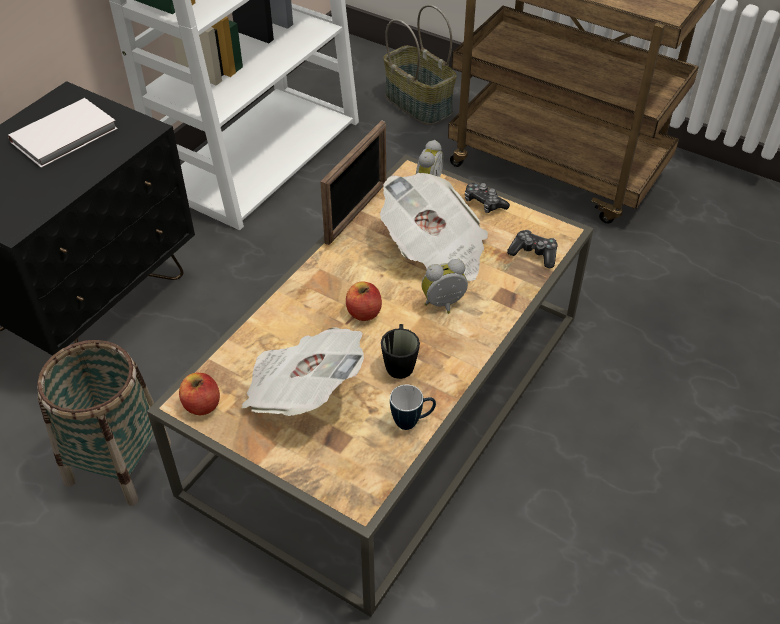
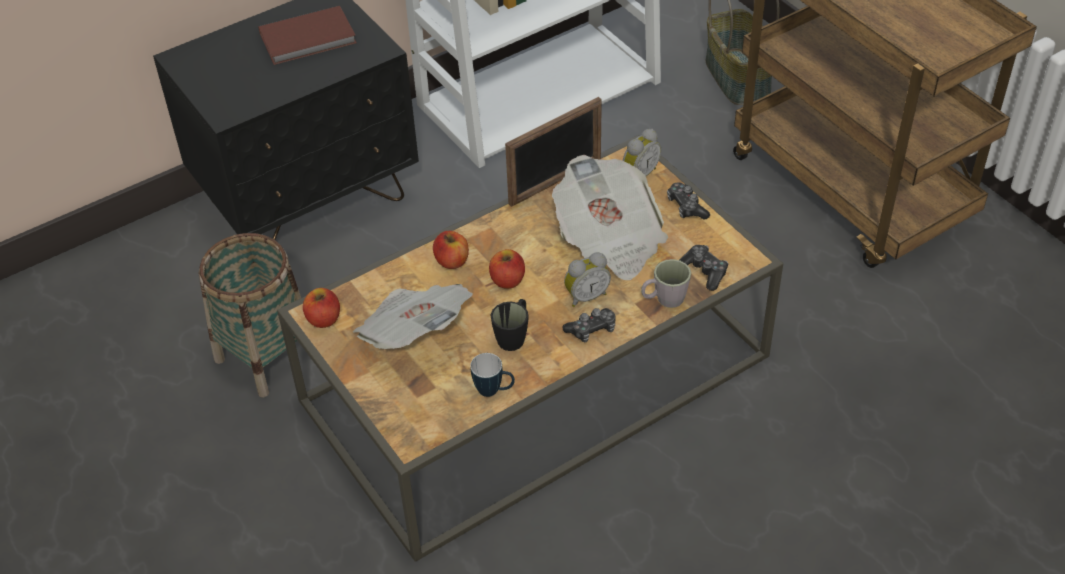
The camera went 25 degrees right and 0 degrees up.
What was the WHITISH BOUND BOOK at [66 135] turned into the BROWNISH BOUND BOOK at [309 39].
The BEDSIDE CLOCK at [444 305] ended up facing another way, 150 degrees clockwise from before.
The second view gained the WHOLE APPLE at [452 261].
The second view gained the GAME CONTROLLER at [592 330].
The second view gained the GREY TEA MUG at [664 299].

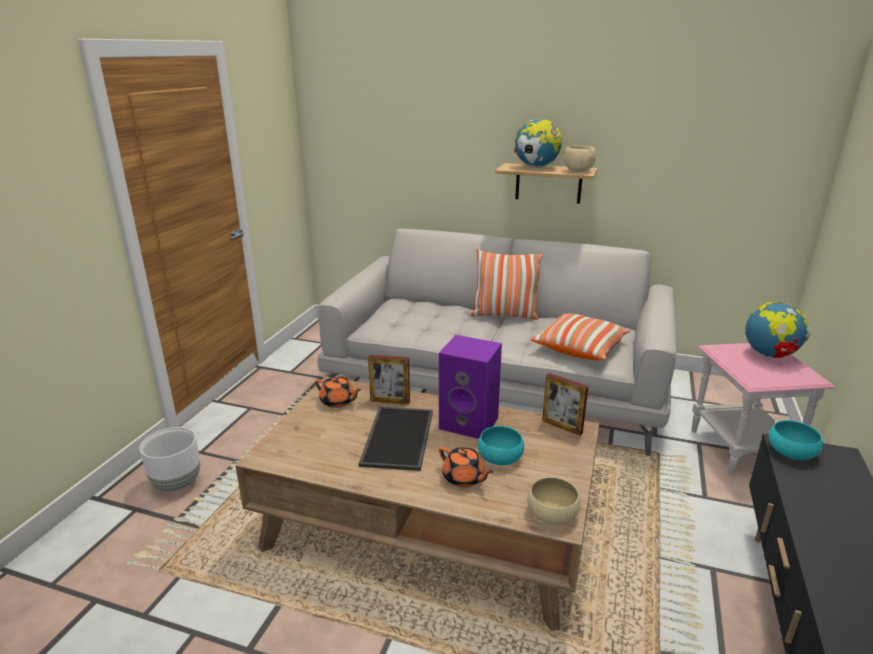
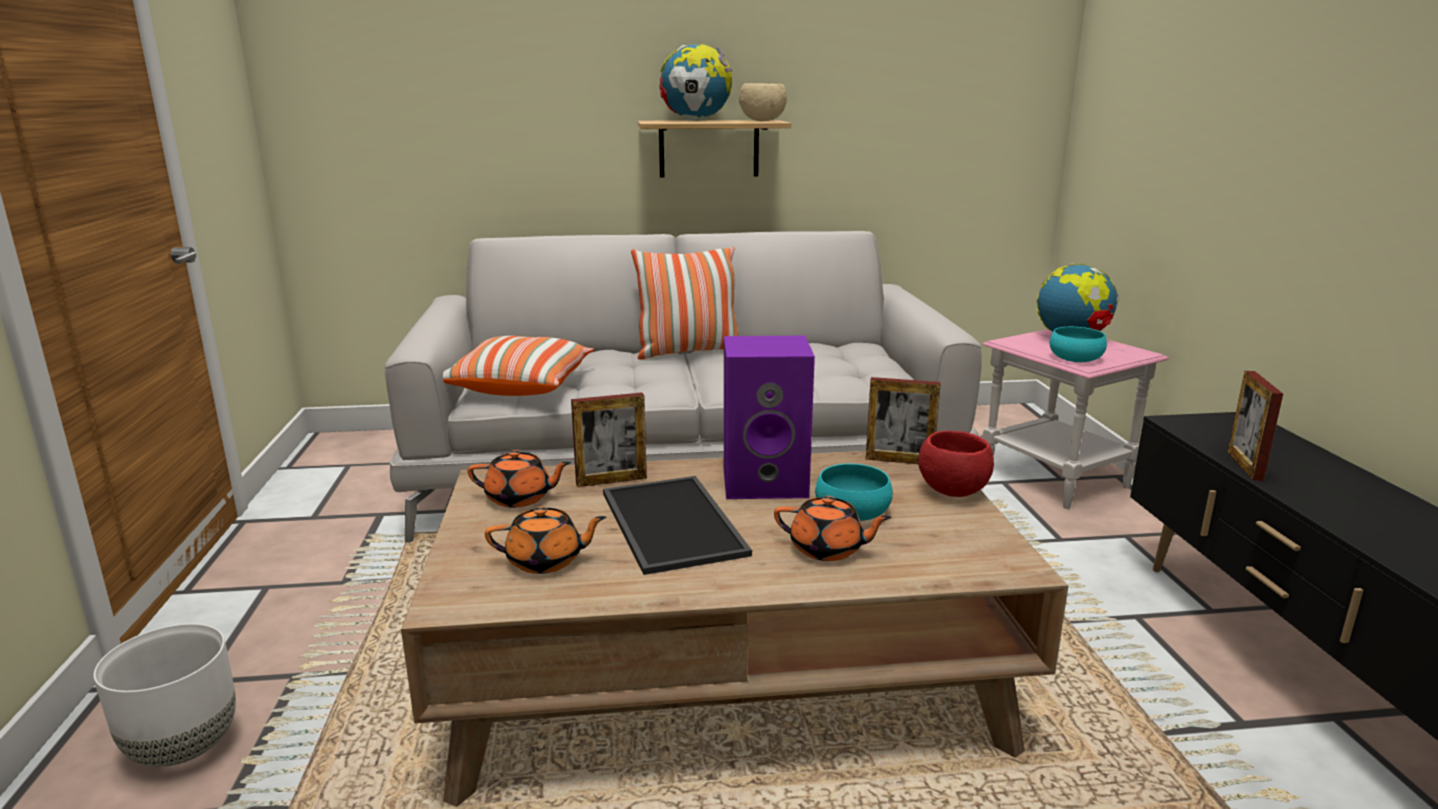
The camera went 25 degrees left and 5 degrees down.
The second view lost the SAND-COLOURED SERVING BOWL at [552 513].
The THROW PILLOW ended up elsewhere, having gone from [580 348] to [520 385].
The TURQUOISE-COLOURED SERVING BOWL ended up elsewhere, having gone from [791 451] to [1075 358].
The second view gained the ORANGE-COLOURED POT FOR TEA at [546 561].
The second view gained the RED-COLOURED SERVING BOWL at [953 491].
The second view gained the STANDING FRAME at [1244 466].

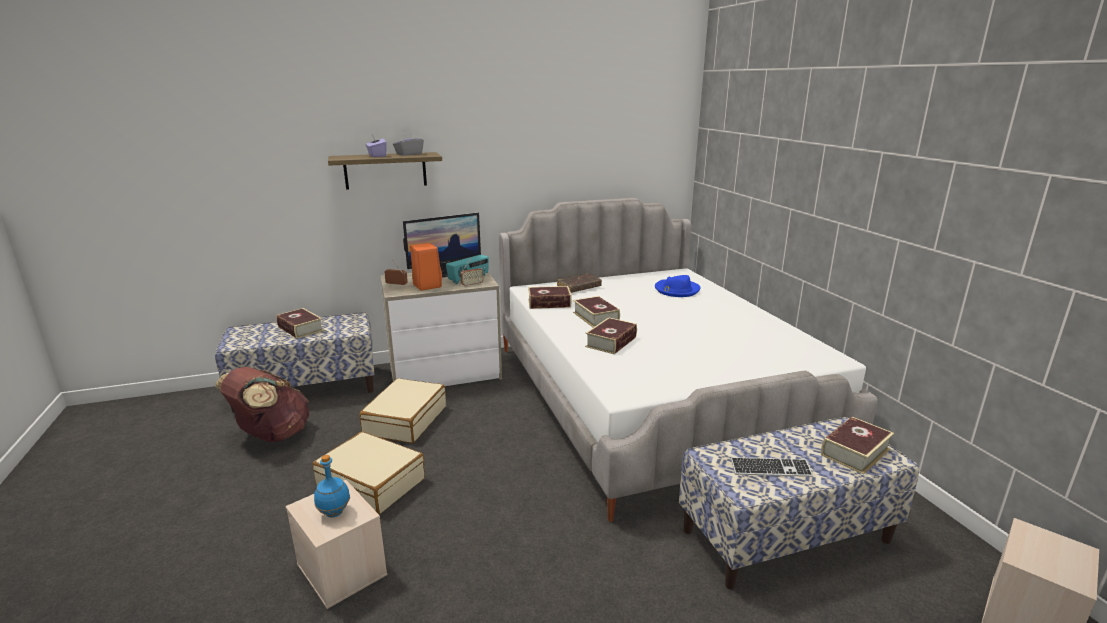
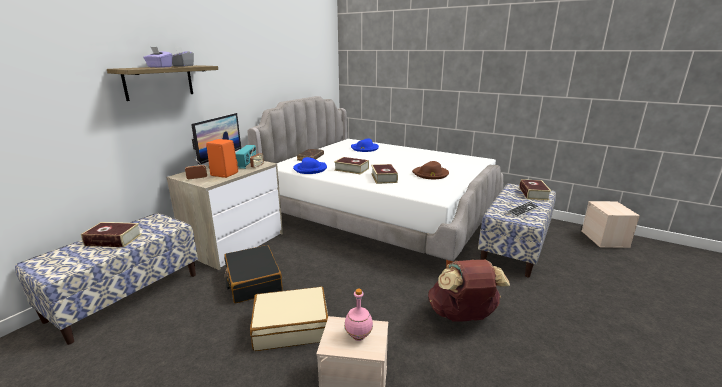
The camera went 40 degrees left and 0 degrees up.
The BROWNISH RUCKSACK ended up elsewhere, having gone from [272 435] to [462 316].
What was the BLUISH BEVERAGE BOTTLE at [334 513] turned into the PINKISH BEVERAGE BOTTLE at [358 337].
What was the SAND-COLOURED PIECE OF LUGGAGE at [405 420] turned into the BLACKISH PIECE OF LUGGAGE at [253 281].
Where the BOUND BOOK stood at [549 303], the BLUISH HAT came to stand at [310 169].
The second view gained the BROWNISH HAT at [430 174].

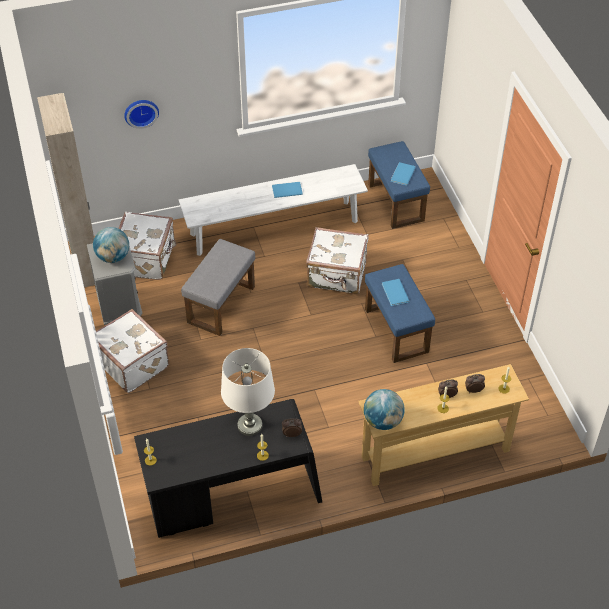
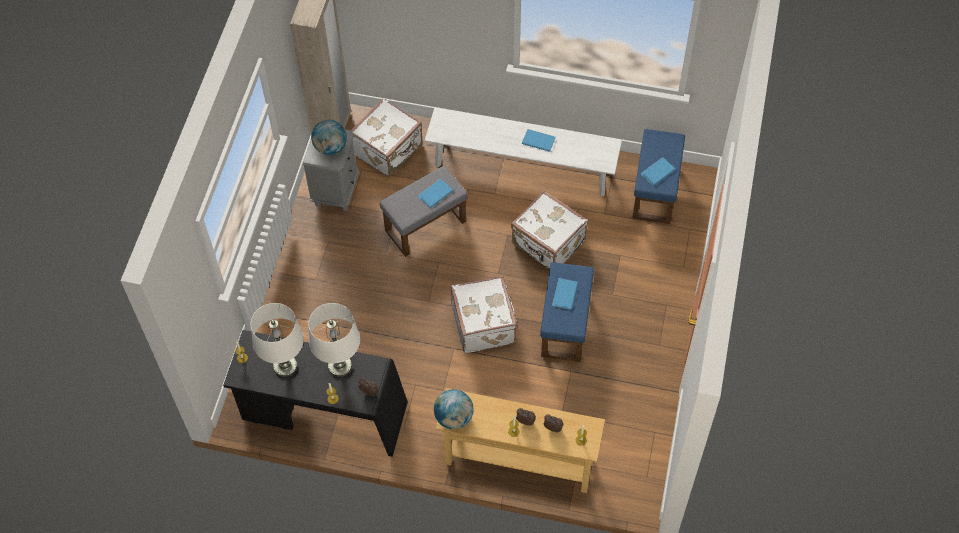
The camera went 30 degrees right and 10 degrees up.
The WHITISH PIECE OF LUGGAGE ended up elsewhere, having gone from [133 363] to [484 324].
The second view lost the WALL CLOCK at [141 112].
The second view gained the WHITISH LAMP FOR A TABLE at [285 366].
The second view gained the BLUISH BOUND BOOK at [434 194].

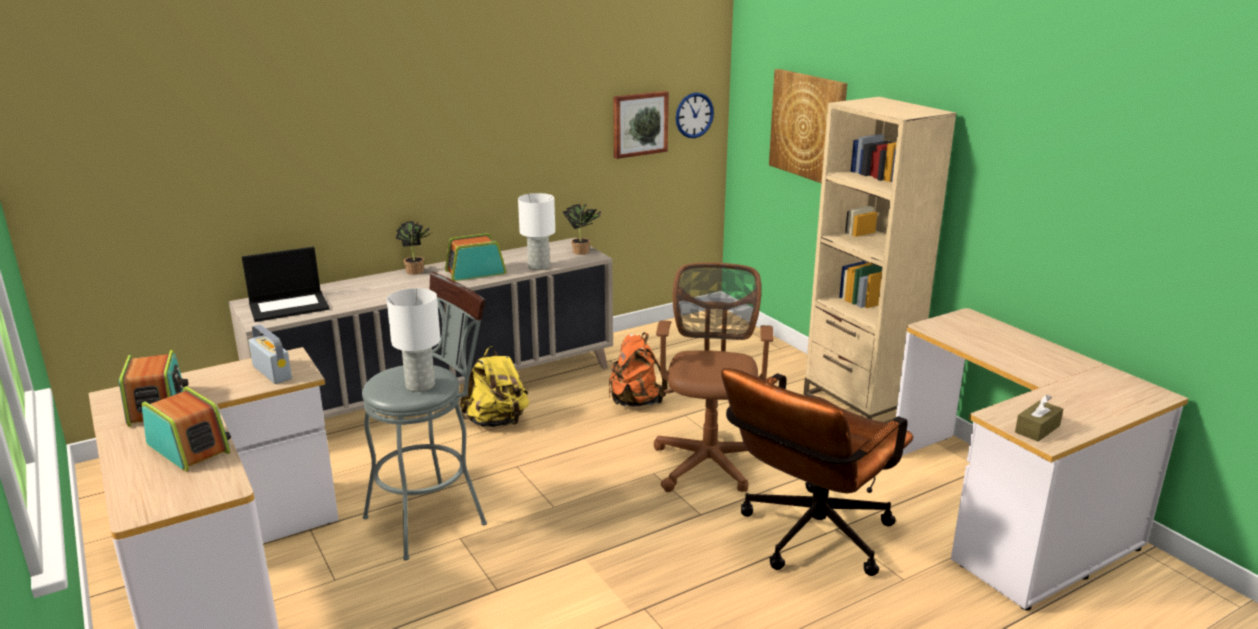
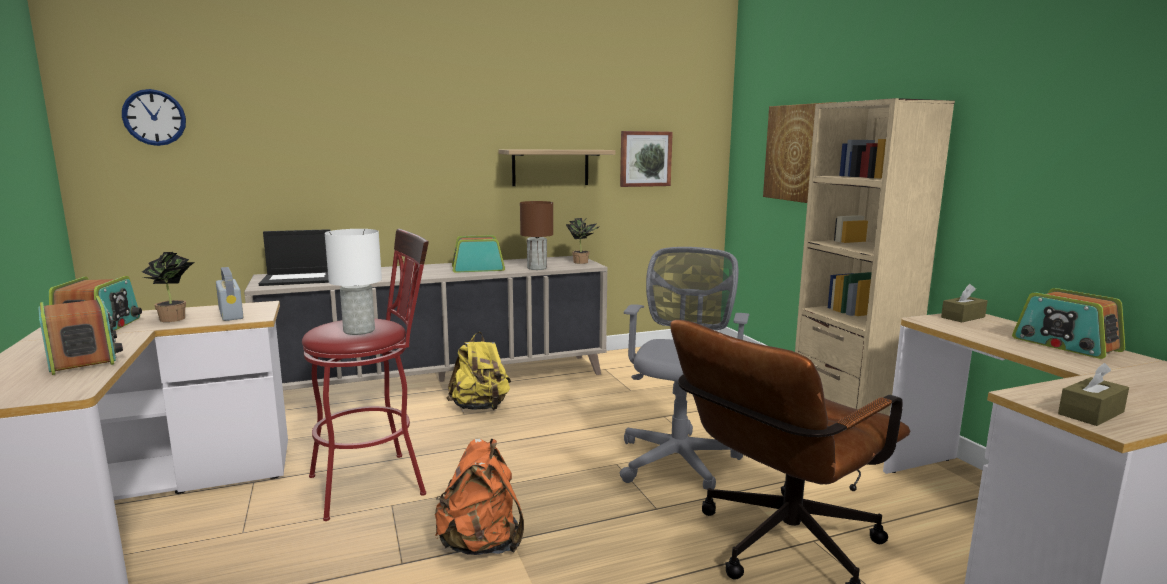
The camera went 10 degrees right and 10 degrees down.
What was the GREY STOOL at [434 516] turned into the RED-COLOURED STOOL at [377 482].
The POTTED PLANT ended up elsewhere, having gone from [417 271] to [175 319].
What was the WHITISH LAMP FOR A TABLE at [539 266] turned into the BROWNISH LAMP FOR A TABLE at [537 268].
The ORANGE-COLOURED RUCKSACK ended up elsewhere, having gone from [635 402] to [481 544].
What was the BROWNISH COMPUTER CHAIR at [709 460] turned into the GREY COMPUTER CHAIR at [679 457].
The WALL CLOCK ended up elsewhere, having gone from [694 115] to [154 117].
The second view gained the SHELF at [550 167].
The second view gained the BROWNISH TISSUE BOX at [963 317].
The second view gained the RADIO SET at [1065 345].

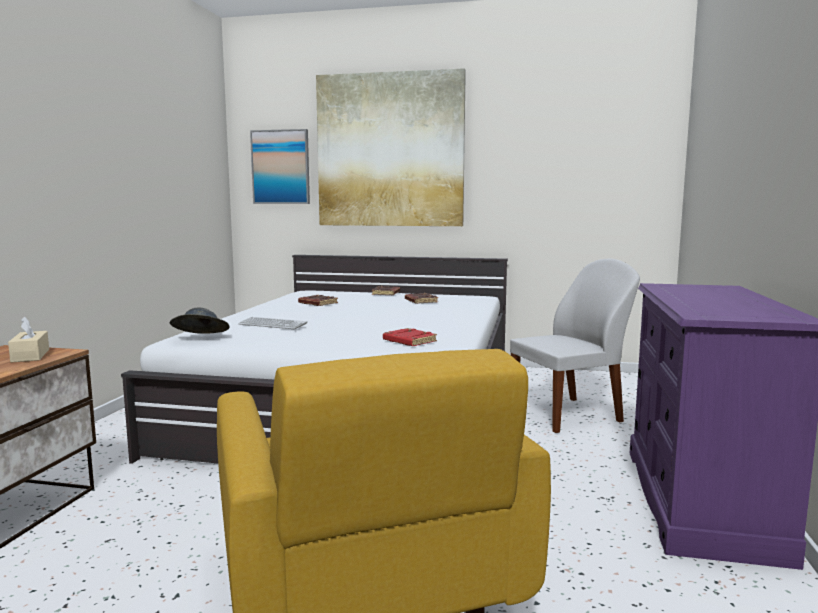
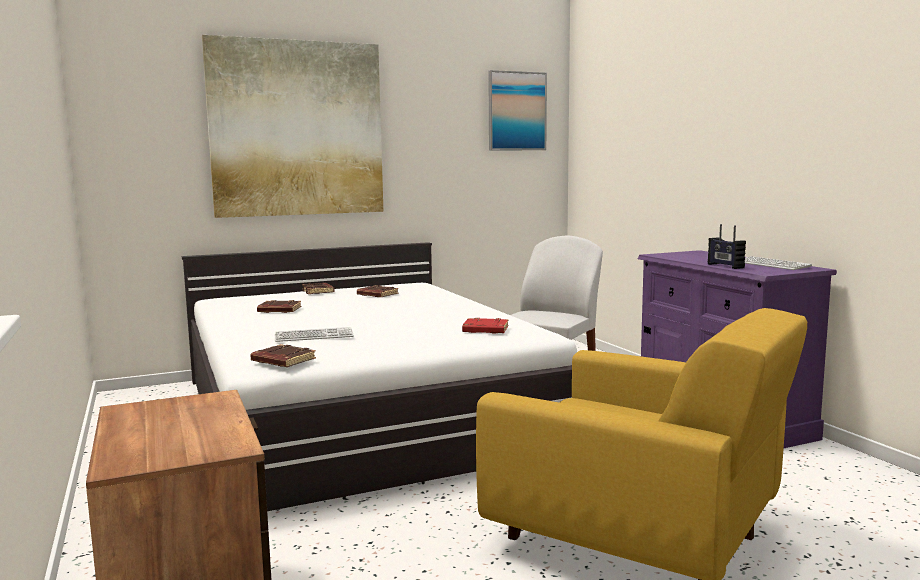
The camera went 35 degrees left and 0 degrees up.
The second view lost the SAND-COLOURED TISSUE BOX at [30 356].
Where the GREY HAT stood at [200 338], the BROWNISH BOUND BOOK came to stand at [282 361].
The WALL ART ended up elsewhere, having gone from [281 167] to [516 111].
The second view gained the RADIO SET at [725 266].
The second view gained the PC KEYBOARD at [772 265].

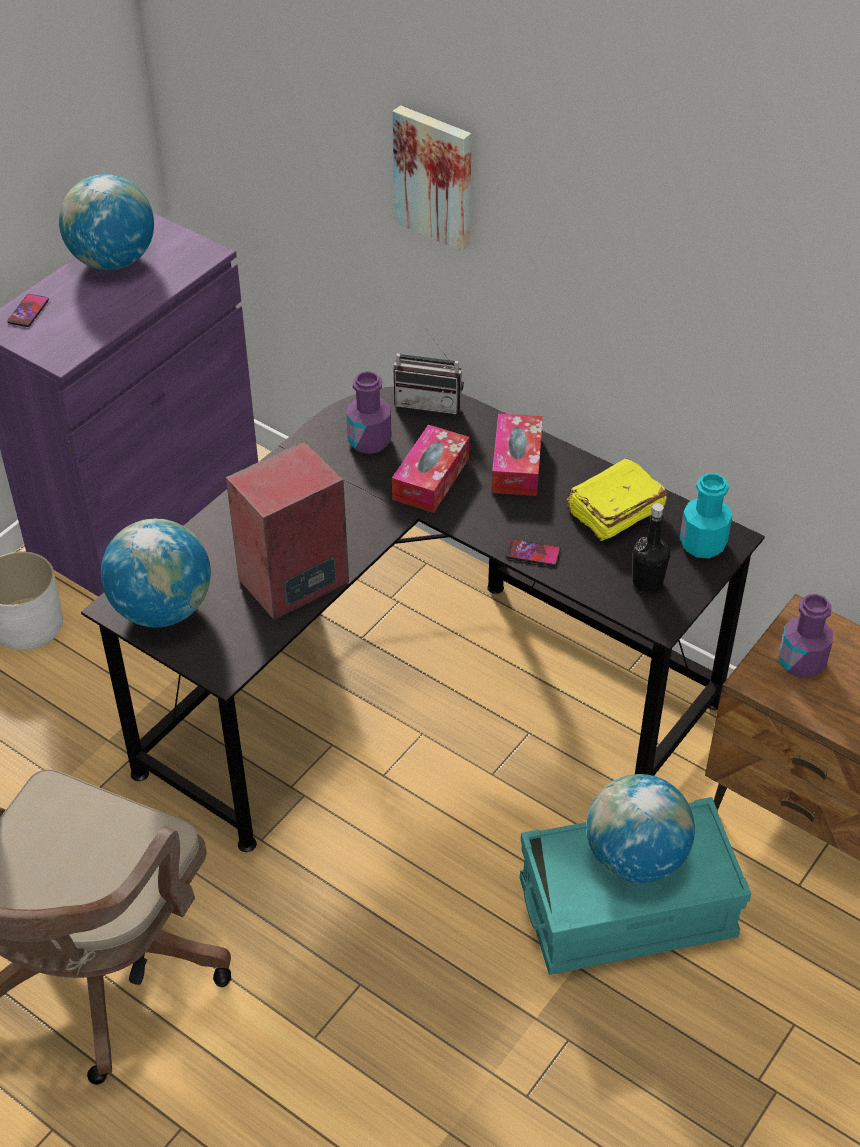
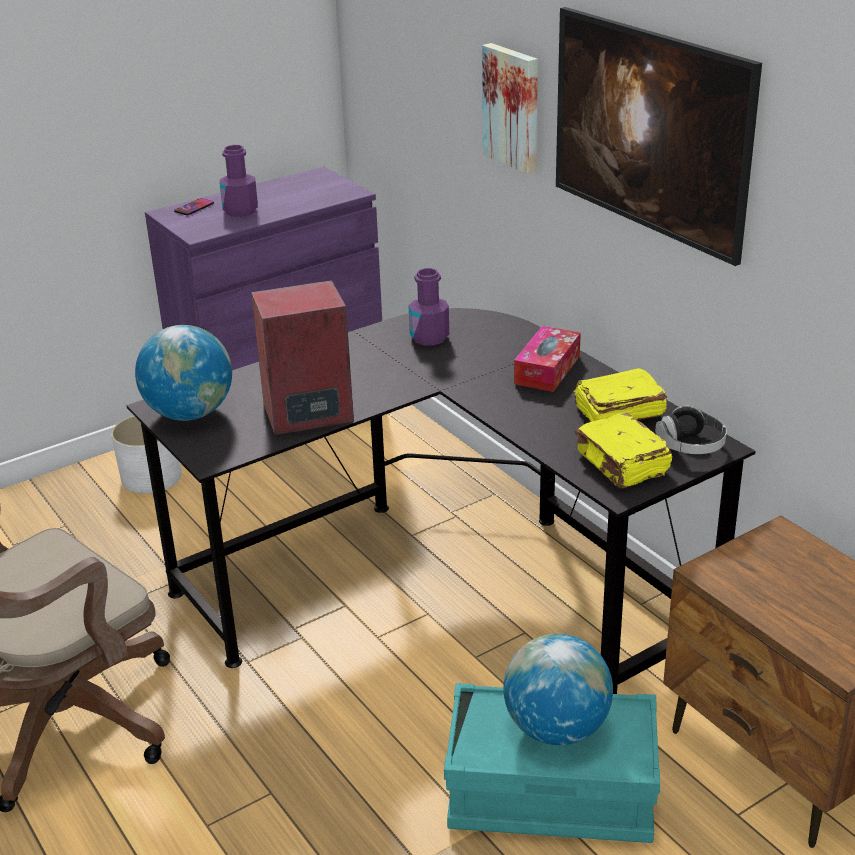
The camera went 20 degrees right and 15 degrees down.
The second view lost the WORLD GLOBE at [113 261].
The second view lost the TISSUE BOX at [431 479].
The second view lost the RADIO SET at [430 402].
The second view lost the HANDSET at [533 553].
Where the BLACKISH BEVERAGE BOTTLE stood at [647 582], the YELLOWISH BOUND BOOK came to stand at [622 464].
Where the TURQUOISE-COLOURED BEVERAGE BOTTLE stood at [702 544], the PAIR OF HEADPHONES came to stand at [690 446].
The PURPLE BEVERAGE BOTTLE ended up elsewhere, having gone from [801 662] to [240 211].
The second view gained the WALL ART at [647 177].

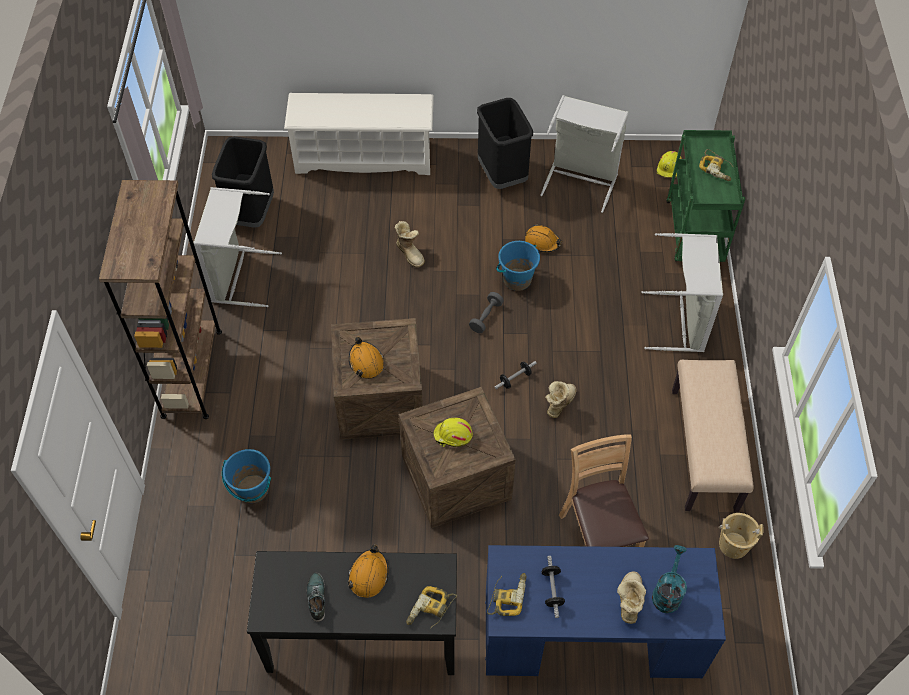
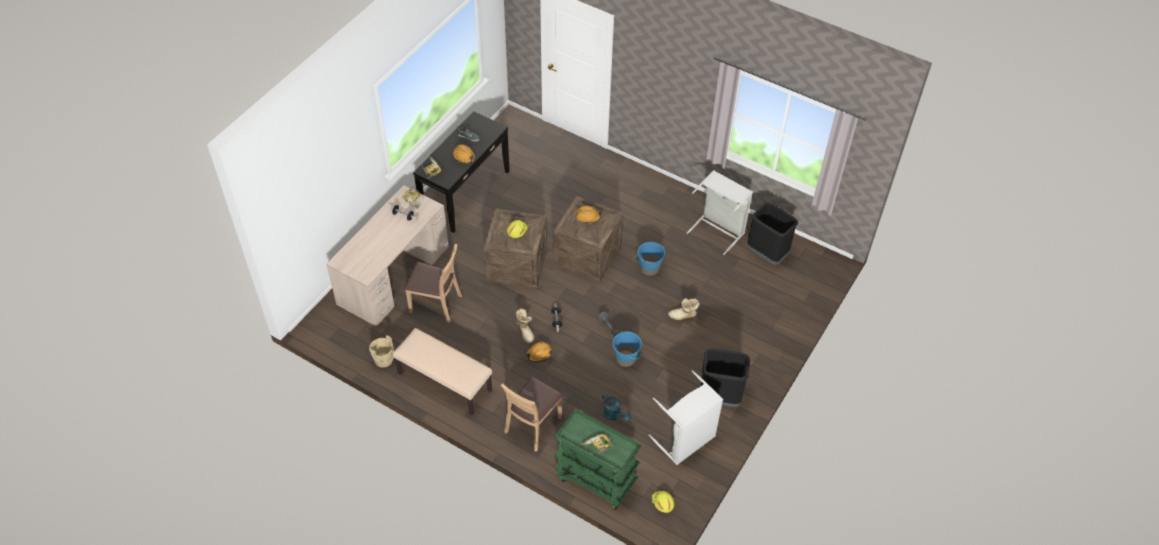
The camera went 120 degrees right and 5 degrees down.
The second view lost the BROWNISH SHELVING UNIT at [192 373].
The BLUISH BUCKET ended up elsewhere, having gone from [252 489] to [649 268].
The second view lost the WHITISH SHOE RACK at [364 157].
What was the BLUISH DESK TABLE at [590 632] turned into the SAND-COLOURED DESK TABLE at [394 275].
The ORANGE-COLOURED HARD HAT ended up elsewhere, having gone from [542 242] to [539 354].
The second view lost the HIGH-TOP BOOT at [628 601].
Where the GREY WASHING BASKET stood at [681 322], the BROWNISH PLAIN CHAIR came to stand at [533 426].
The TURQUOISE-COLOURED WATERING POT ended up elsewhere, having gone from [667 592] to [614 415].

